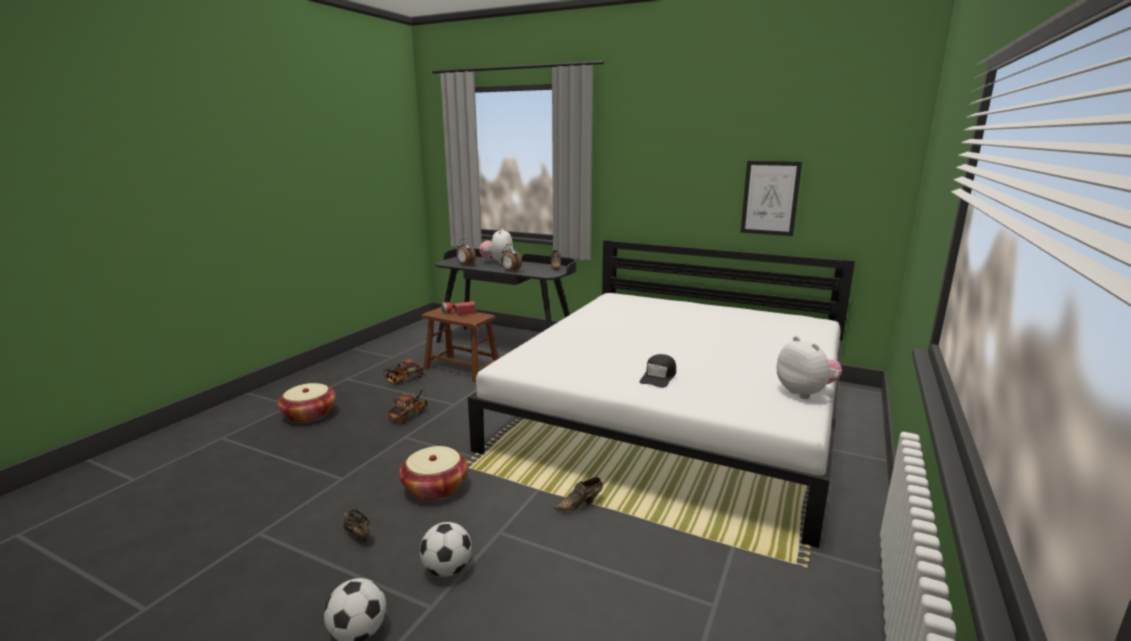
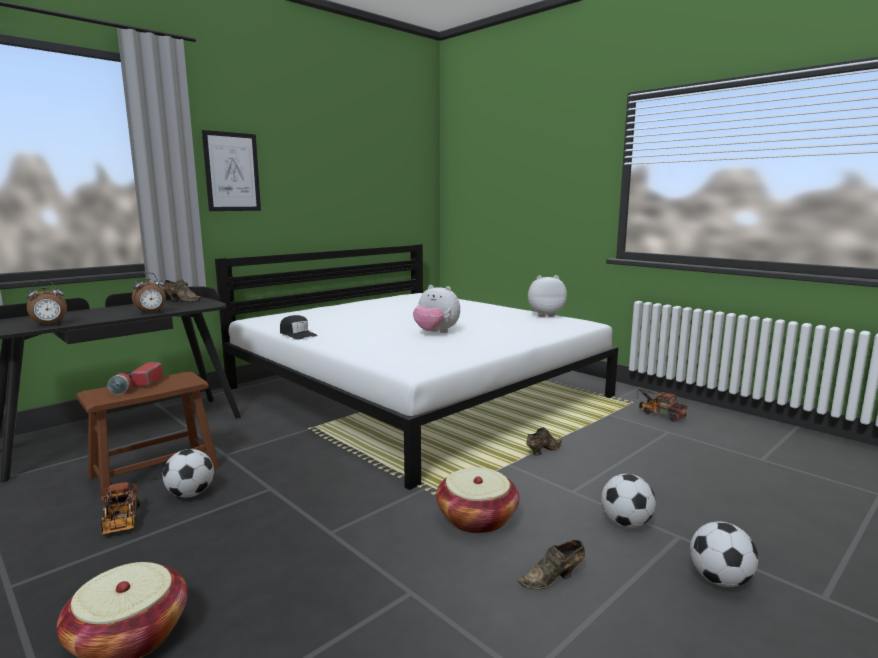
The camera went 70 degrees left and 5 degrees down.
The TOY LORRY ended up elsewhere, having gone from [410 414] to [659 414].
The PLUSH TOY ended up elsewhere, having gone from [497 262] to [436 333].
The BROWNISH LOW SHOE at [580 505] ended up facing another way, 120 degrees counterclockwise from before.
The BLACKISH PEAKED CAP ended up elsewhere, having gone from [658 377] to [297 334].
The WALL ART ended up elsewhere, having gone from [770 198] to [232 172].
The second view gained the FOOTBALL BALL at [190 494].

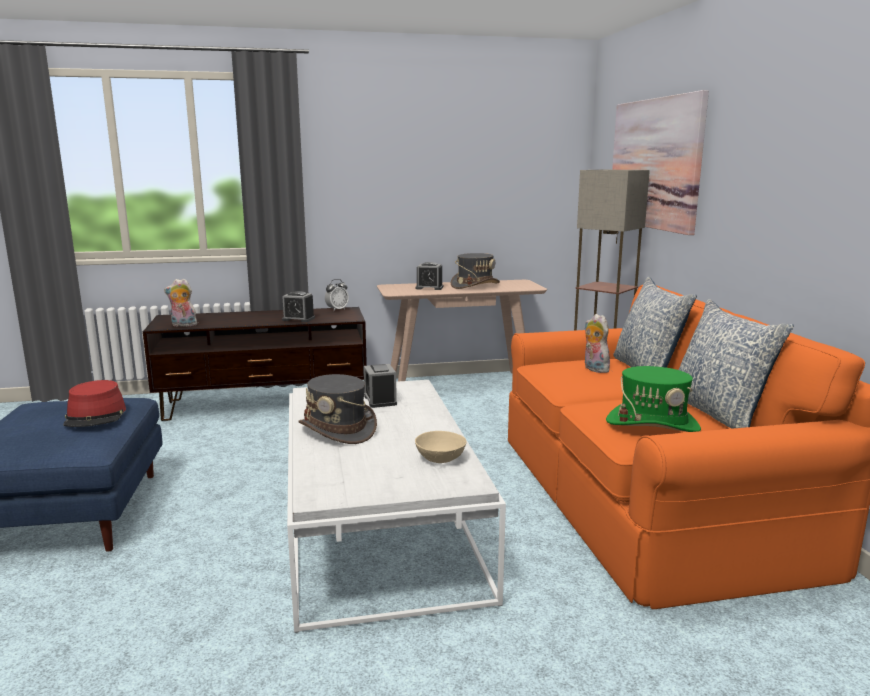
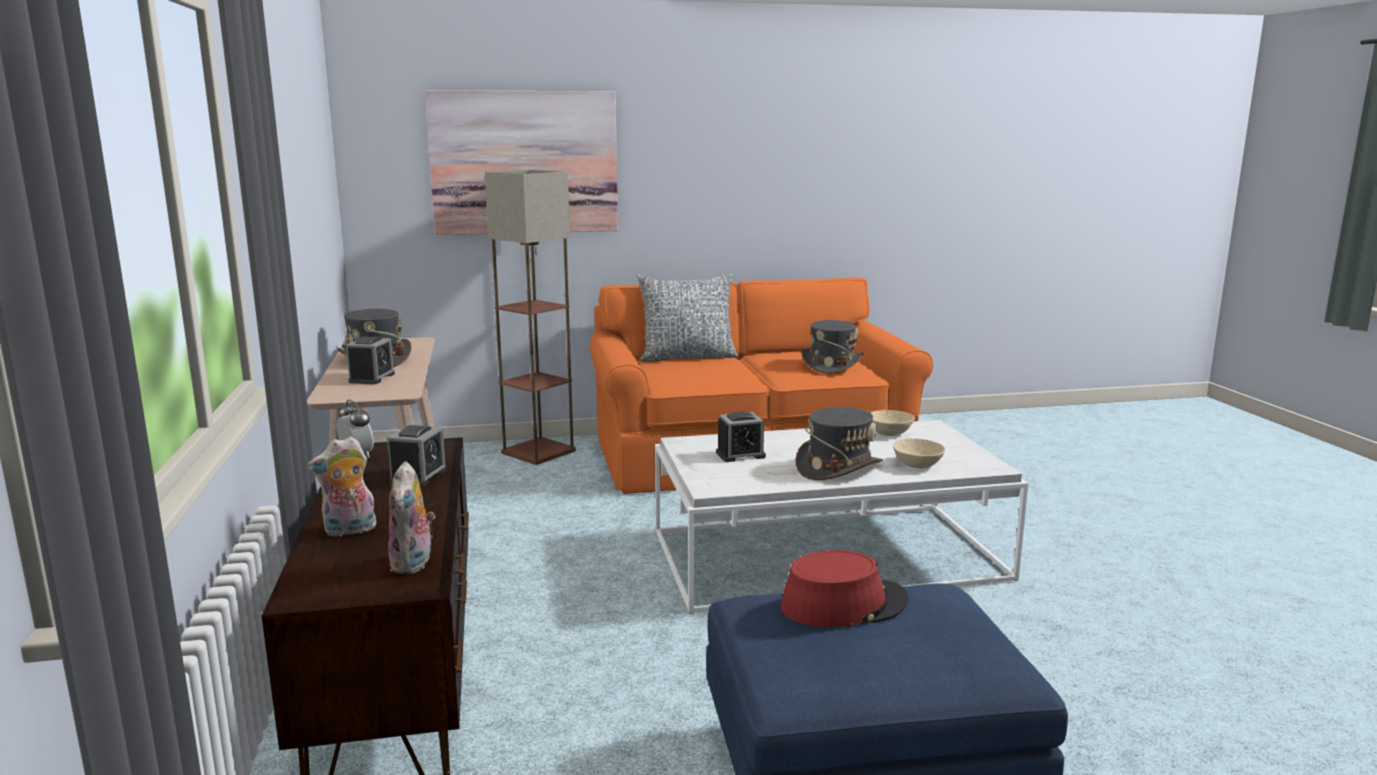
The camera went 90 degrees left and 0 degrees up.
The PLUSH TOY ended up elsewhere, having gone from [594 369] to [349 531].
What was the GREEN-COLOURED HAT at [652 424] turned into the GREY HAT at [831 365].
The second view lost the THROW PILLOW at [718 413].
The second view gained the SAND-COLOURED SERVING BOWL at [918 464].

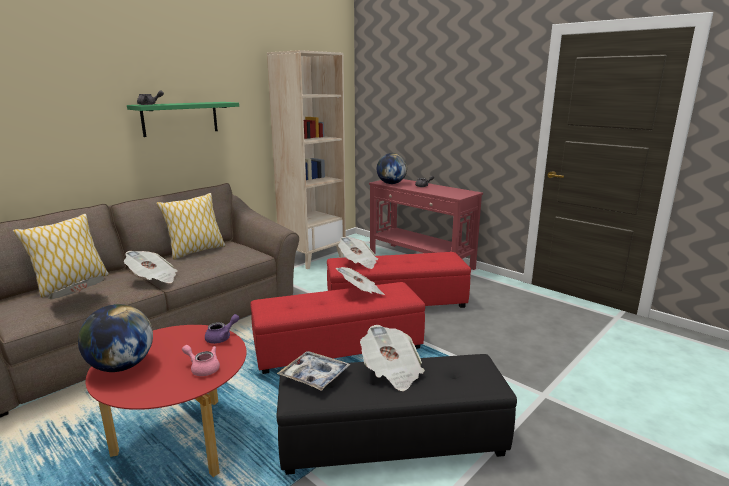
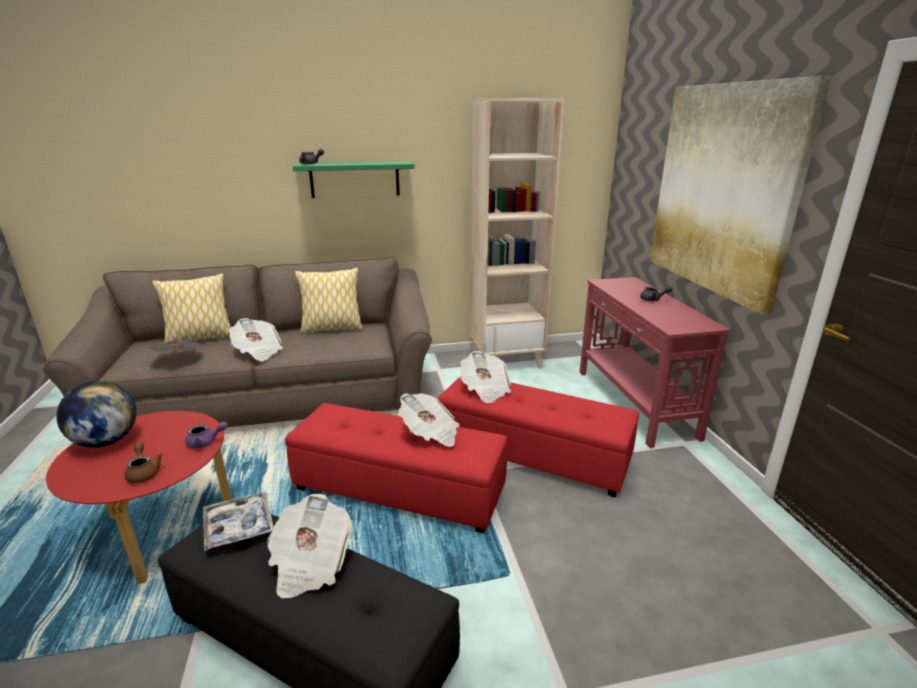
The camera went 35 degrees right and 5 degrees up.
What was the PINKISH POT FOR TEA at [203 368] turned into the BROWNISH POT FOR TEA at [144 472].
The second view lost the WORLD GLOBE at [391 183].
The second view gained the WALL ART at [723 190].

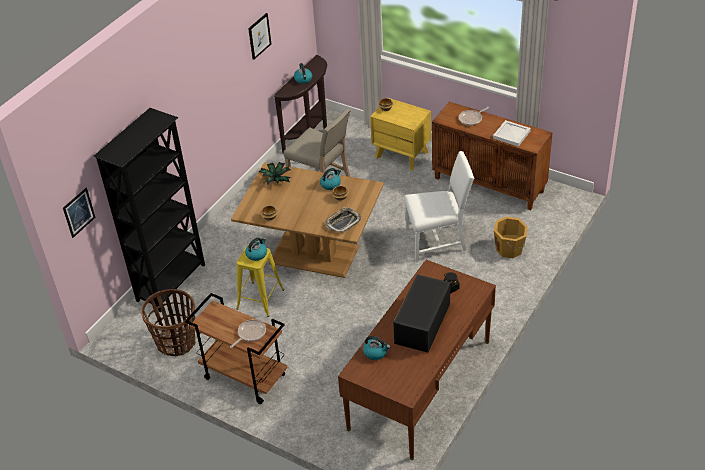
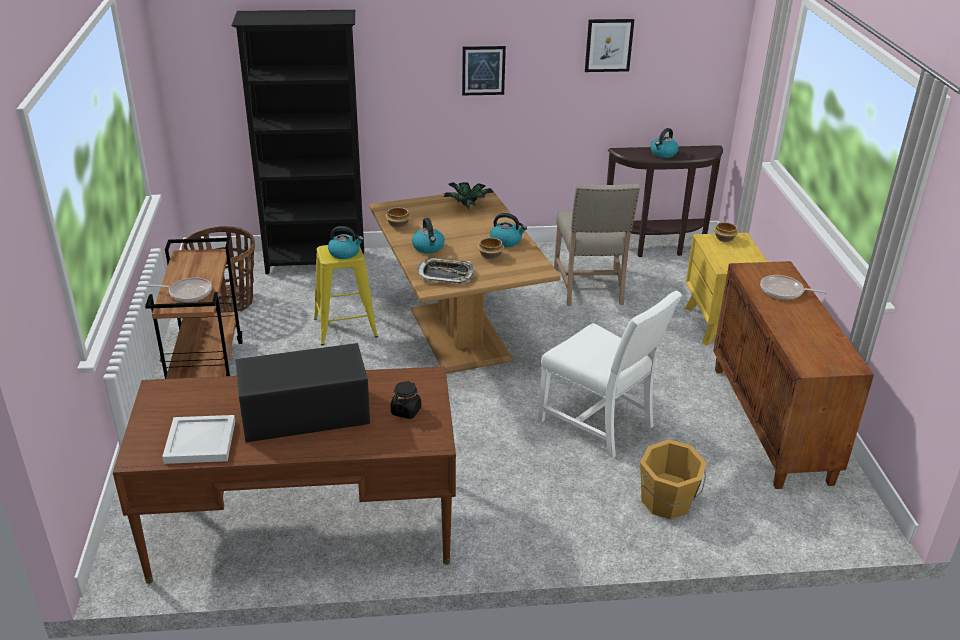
The camera went 50 degrees right and 10 degrees down.
The WALL ART ended up elsewhere, having gone from [79 212] to [483 70].
The WATER KETTLE ended up elsewhere, having gone from [376 352] to [428 247].
The WHITISH CARRYING TRAY ended up elsewhere, having gone from [511 135] to [199 442].

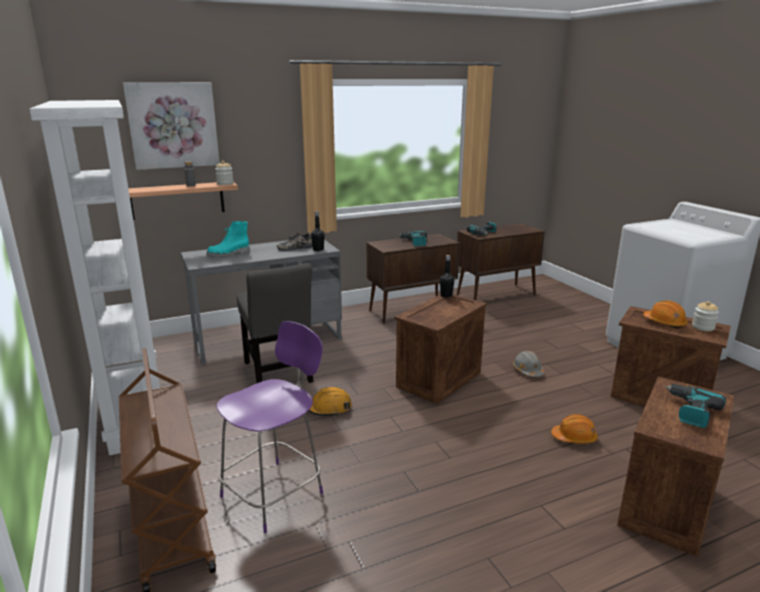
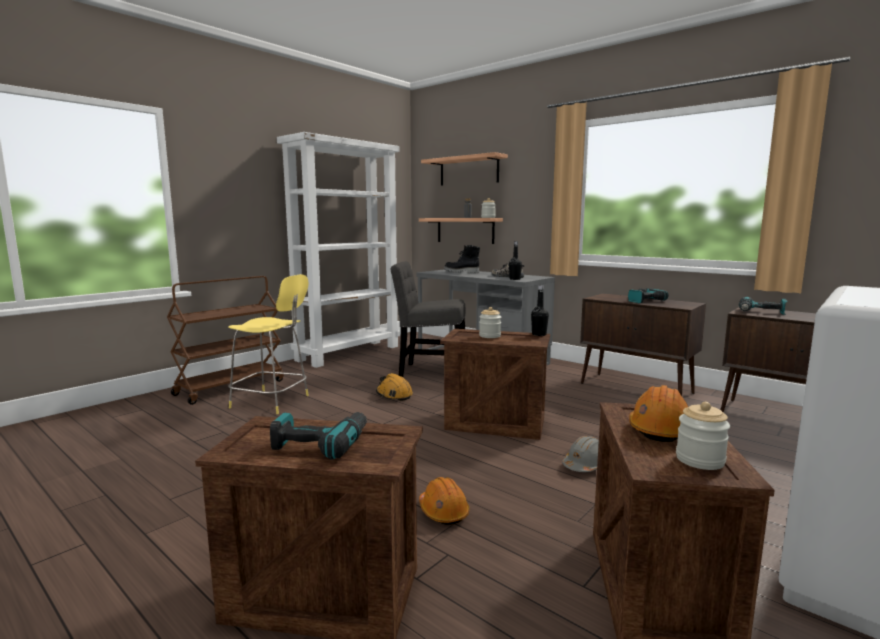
The camera went 65 degrees right and 10 degrees down.
Where the WALL ART hung at [173 125], the SHELF came to hang at [469 171].
What was the TURQUOISE-COLOURED HIGH-TOP BOOT at [229 255] turned into the BLACKISH HIGH-TOP BOOT at [461 272].
What was the PURPLE STOOL at [275 493] turned into the YELLOWISH STOOL at [272 402].
The GREY PLAIN CHAIR at [278 374] ended up facing another way, 60 degrees clockwise from before.
The second view gained the JAR at [490 336].

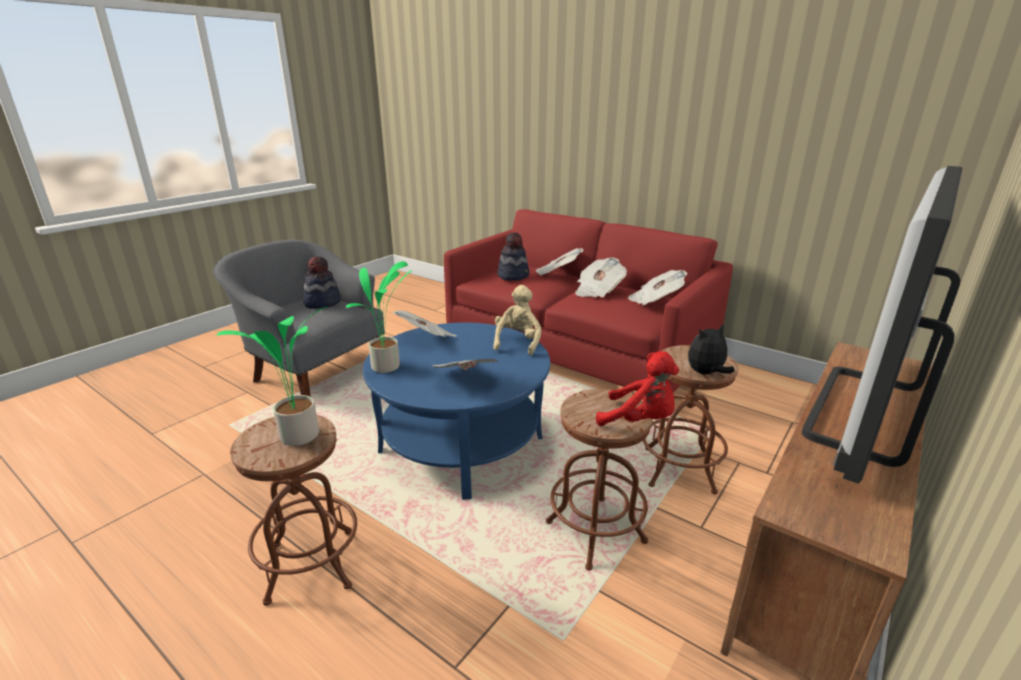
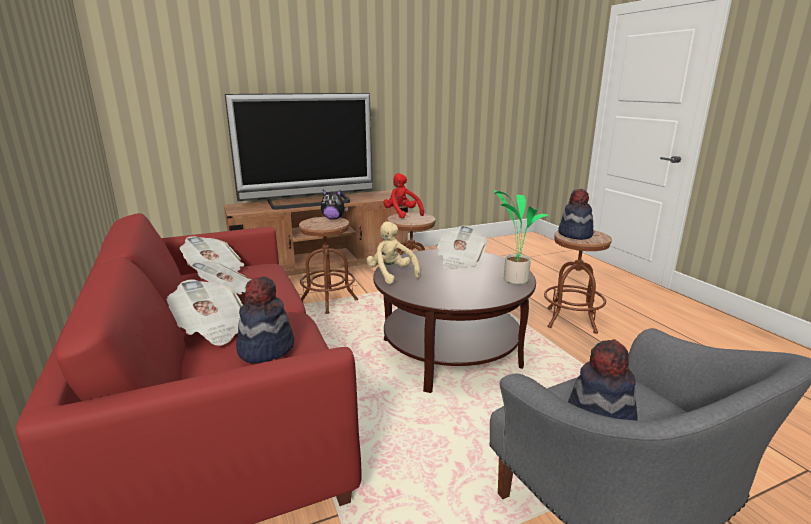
The camera went 150 degrees left and 5 degrees down.
Where the POTTED PLANT stood at [298 437], the HAT came to stand at [575 234].
What was the BLUISH LOW TABLE at [462 444] turned into the BROWNISH LOW TABLE at [450 353].
The second view lost the NEWSPAPER at [426 339].
The SAND-COLOURED PLUSH TOY at [518 342] ended up facing another way, 105 degrees clockwise from before.

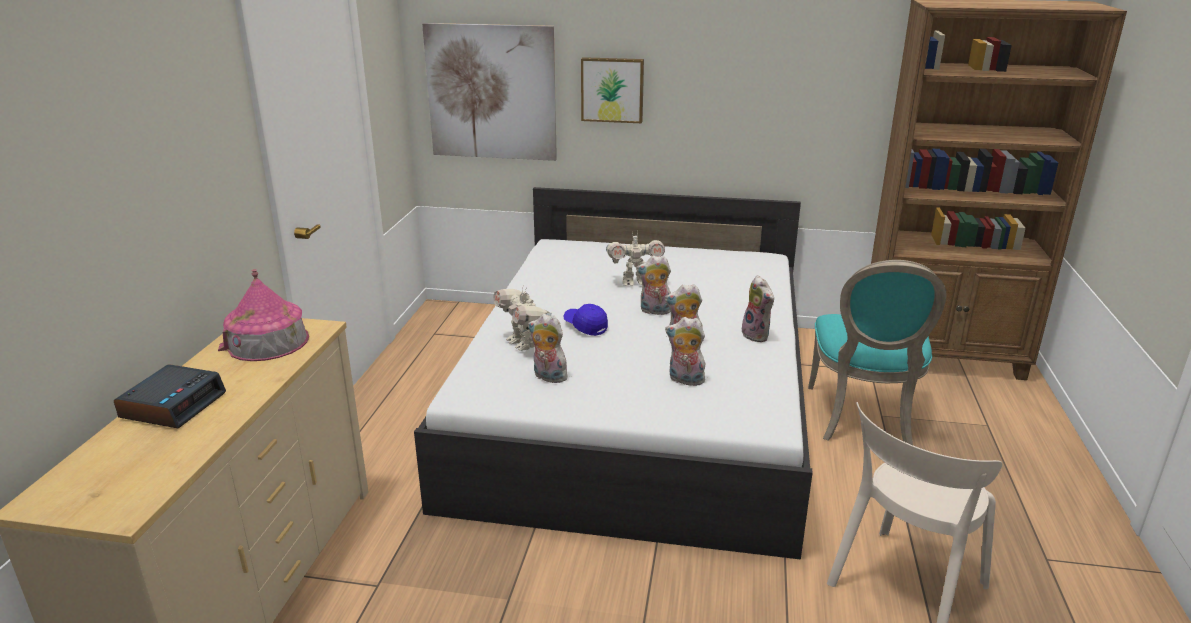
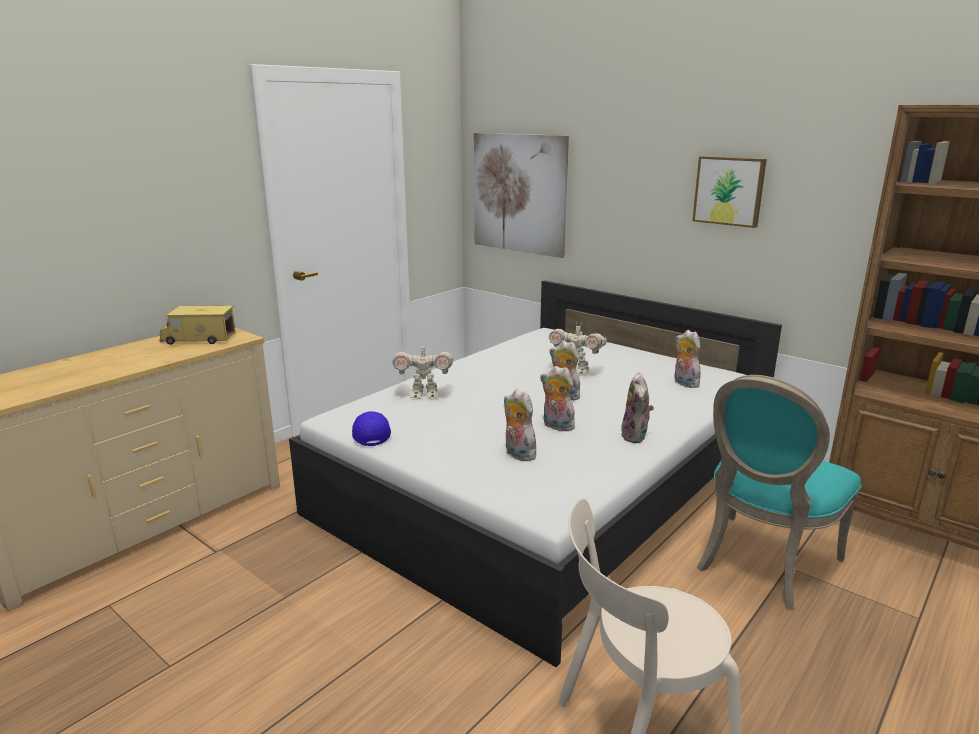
The camera went 30 degrees right and 5 degrees down.
The second view lost the BEDSIDE CLOCK at [173 405].
Where the TOY HOUSE stood at [267 342], the TOY LORRY came to stand at [199 339].
The MODEL ROBOT at [523 343] ended up facing another way, 90 degrees counterclockwise from before.
The PLUSH TOY ended up elsewhere, having gone from [548 377] to [684 383].
The BLUISH PEAKED CAP ended up elsewhere, having gone from [585 326] to [371 435].
The WALL ART ended up elsewhere, having gone from [612 89] to [729 191].

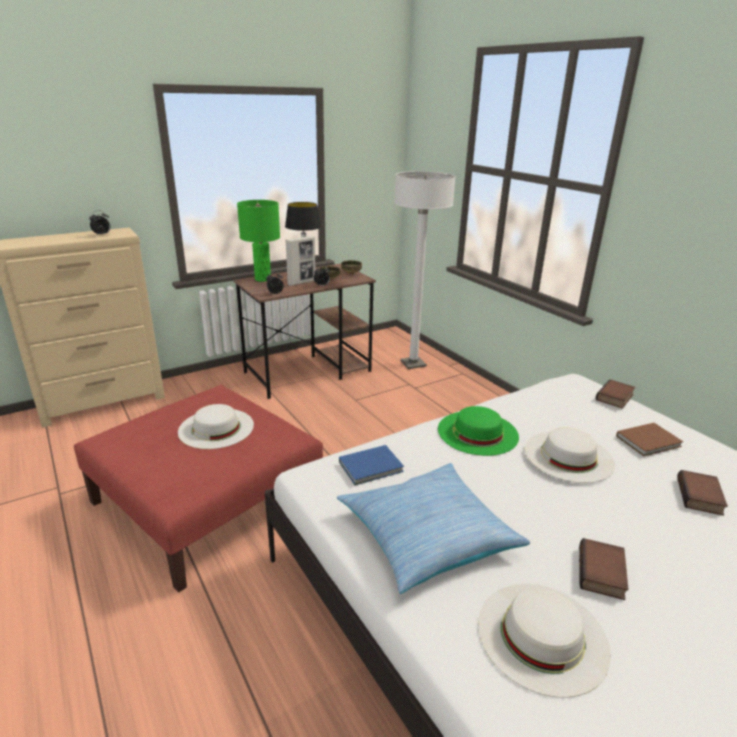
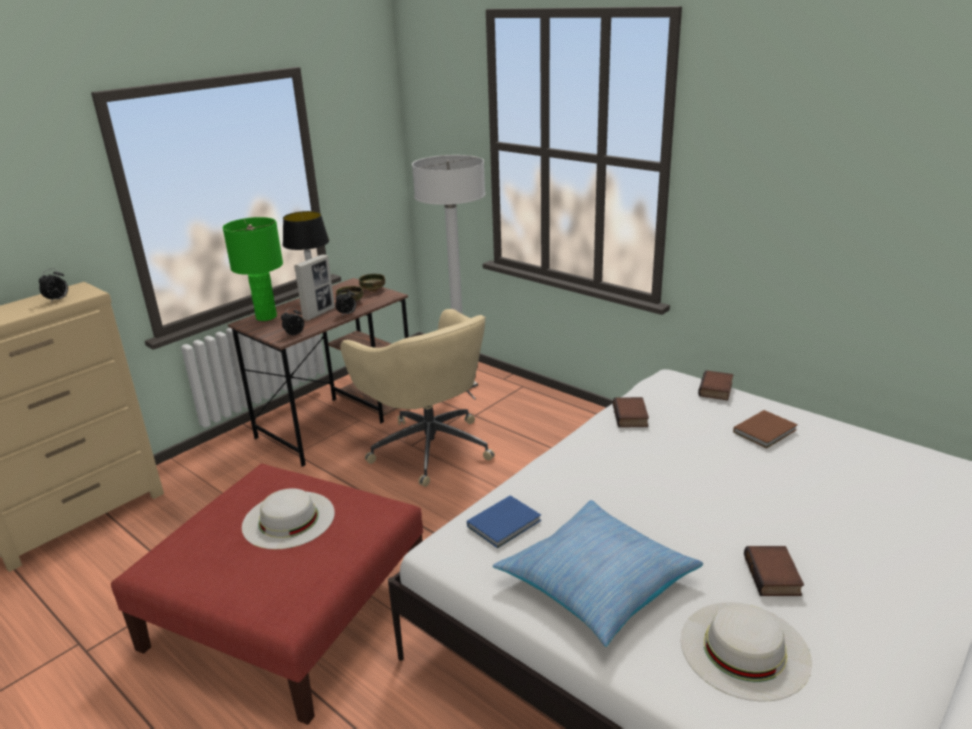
The camera went 15 degrees left and 0 degrees up.
The second view lost the GREEN-COLOURED HAT at [477 432].
The second view lost the WHITISH HAT at [568 456].
The BOUND BOOK ended up elsewhere, having gone from [701 497] to [631 416].
The second view gained the SAND-COLOURED COMPUTER CHAIR at [429 446].

